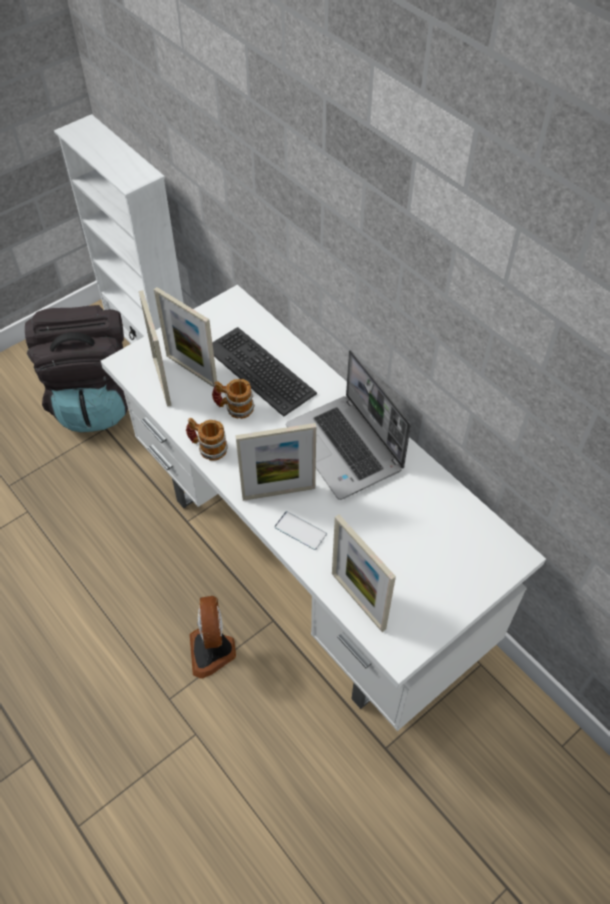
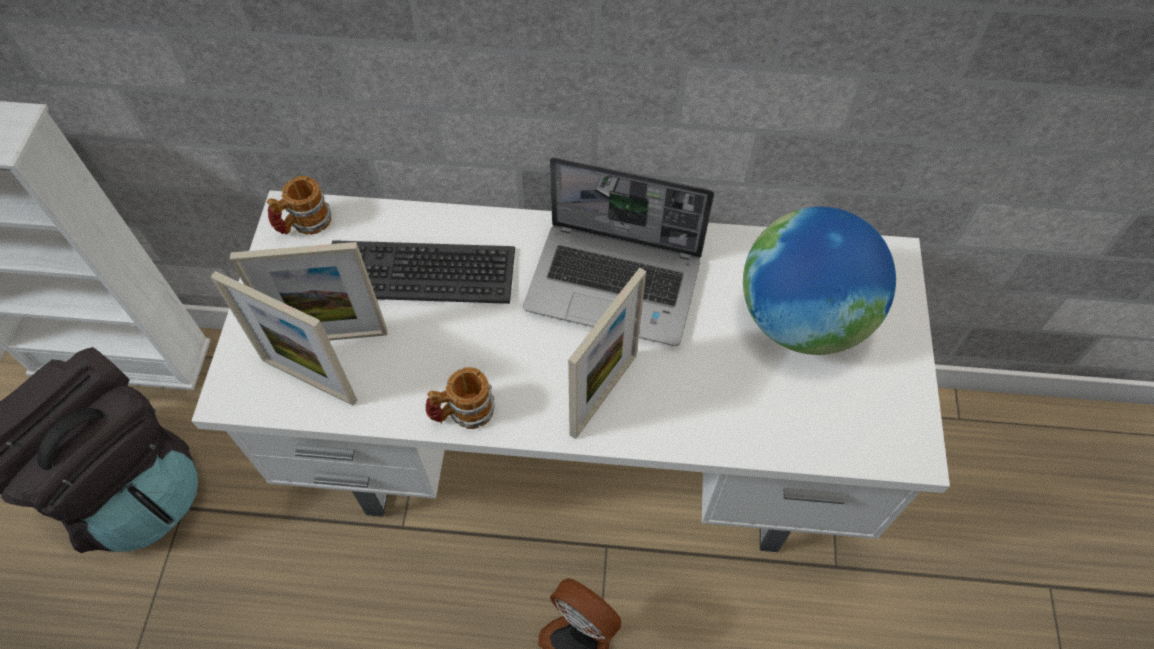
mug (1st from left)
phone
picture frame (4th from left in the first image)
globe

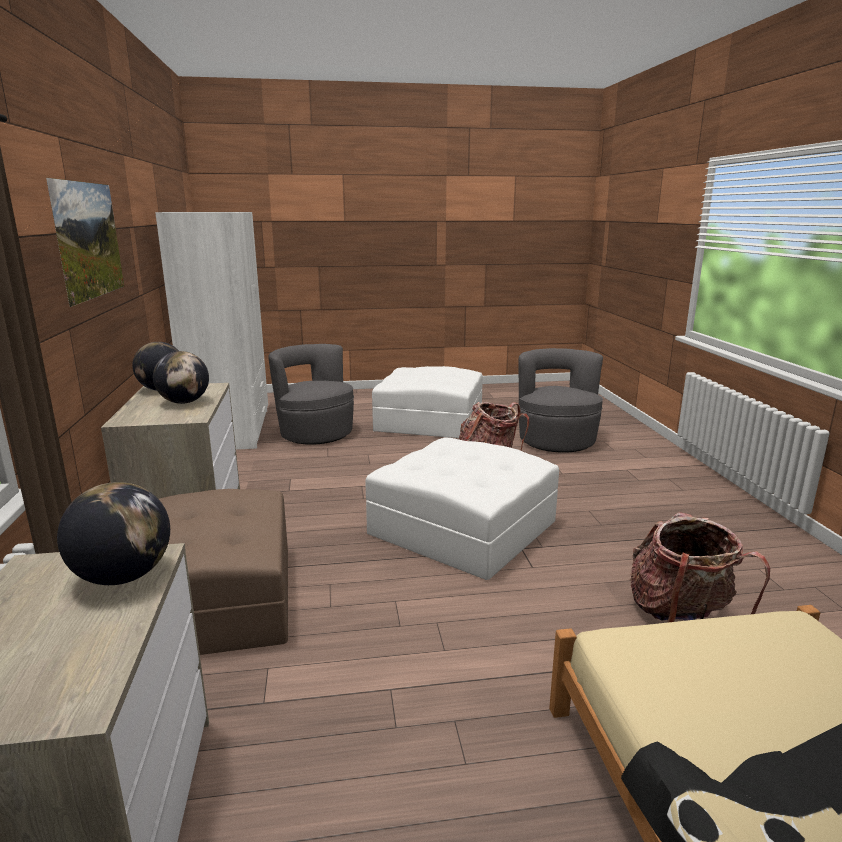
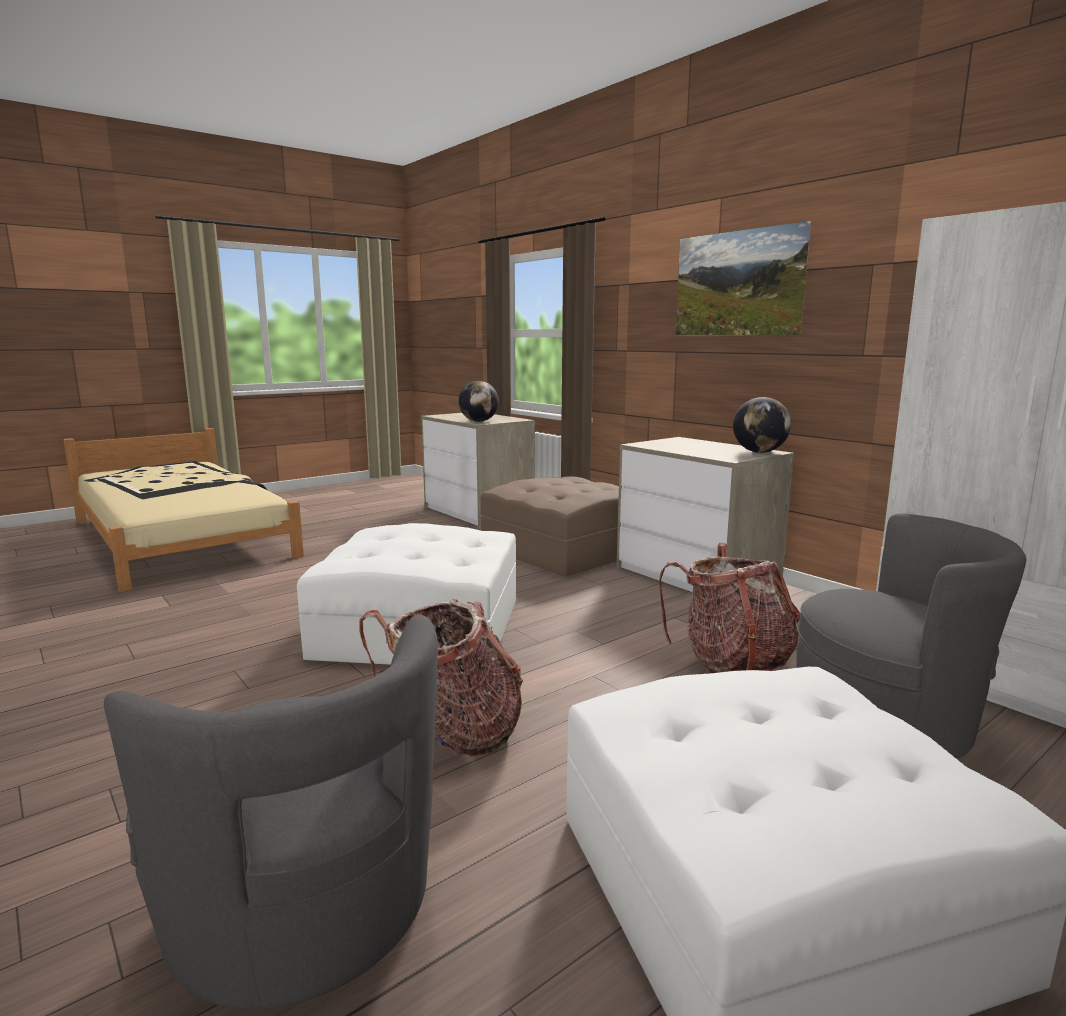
globe (3rd from left in the first image)
backpack (2nd from left)

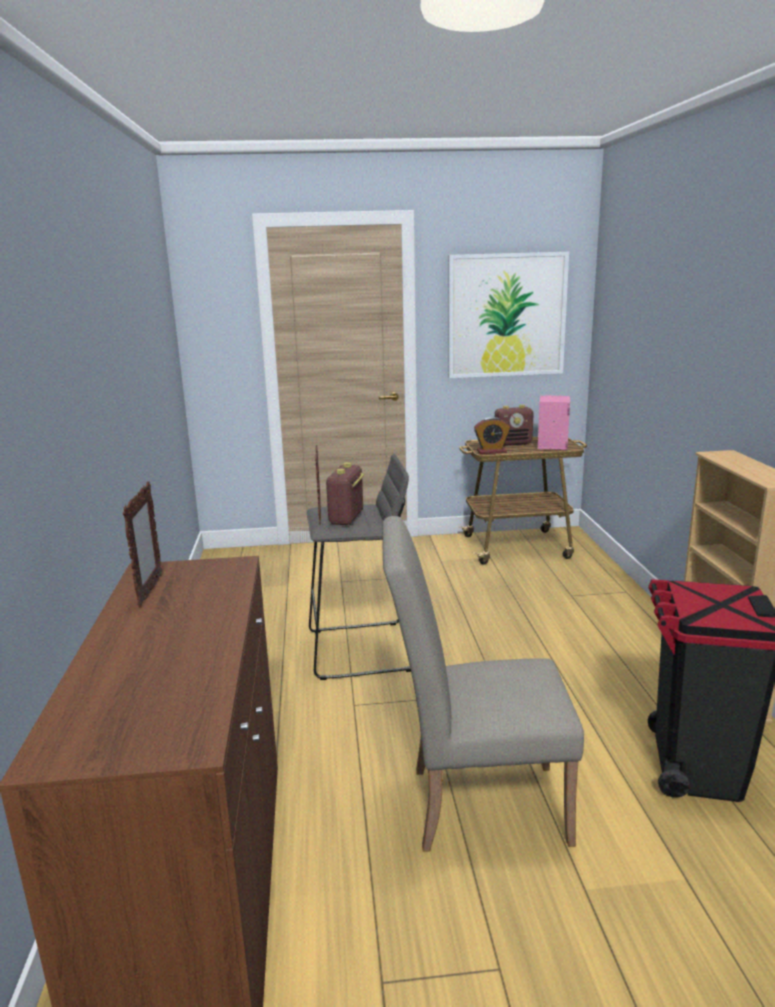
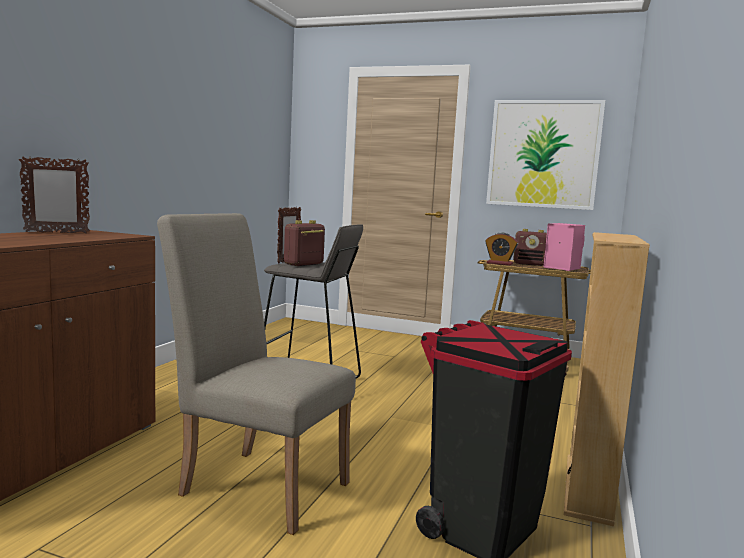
picture frame (1st from left)

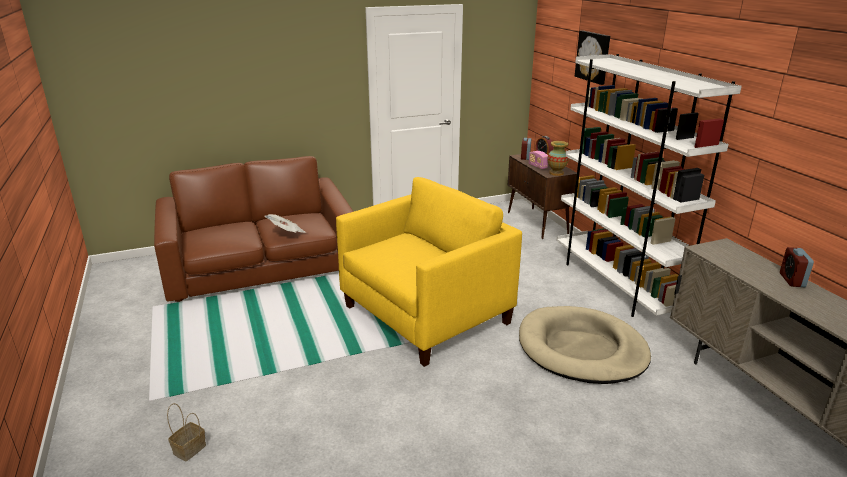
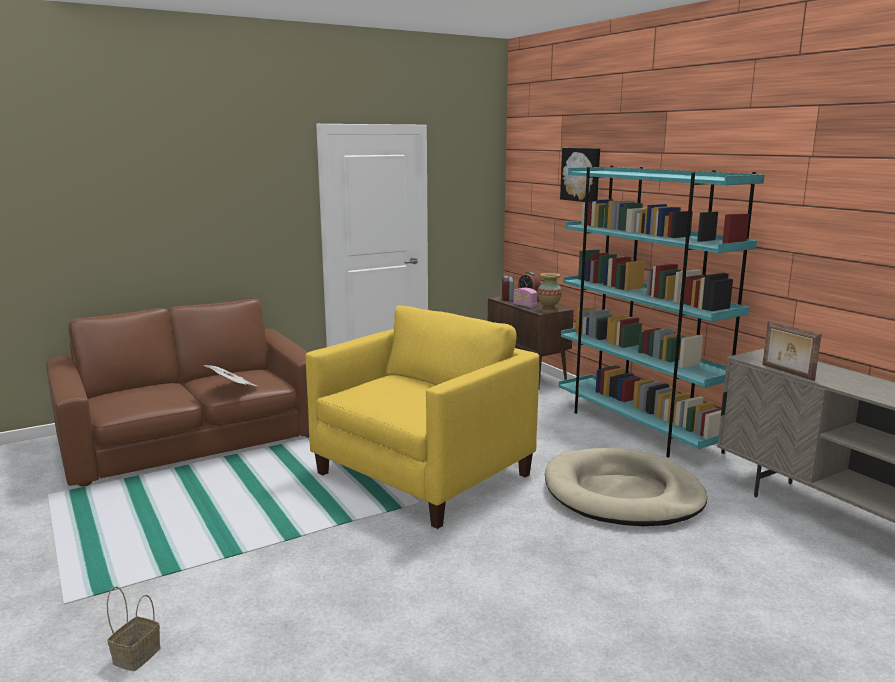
turquoise bookcase
alarm clock (3rd from left in the first image)
picture frame

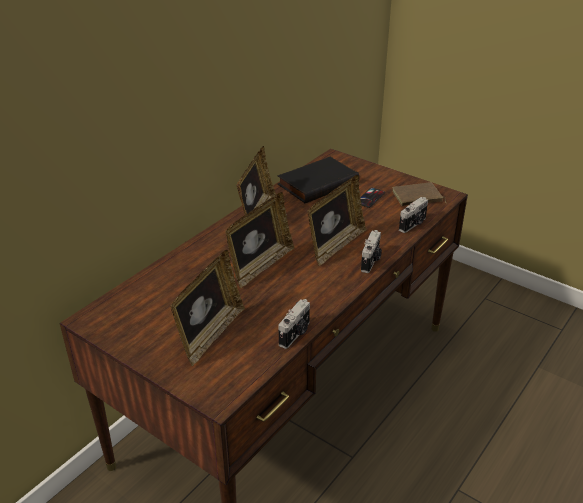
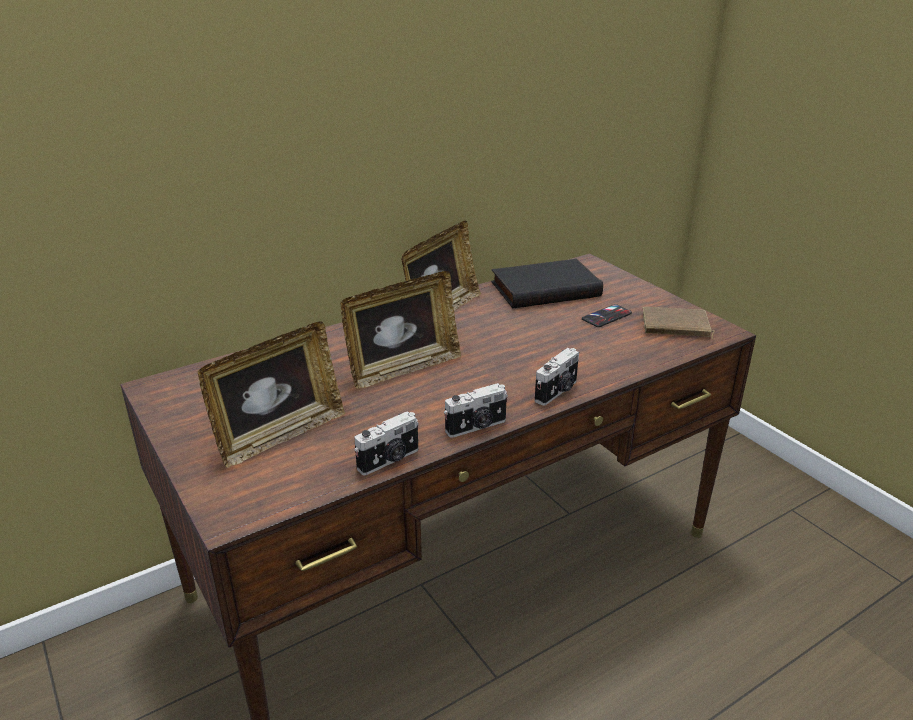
picture frame (4th from left in the first image)
photo camera (2nd from left)

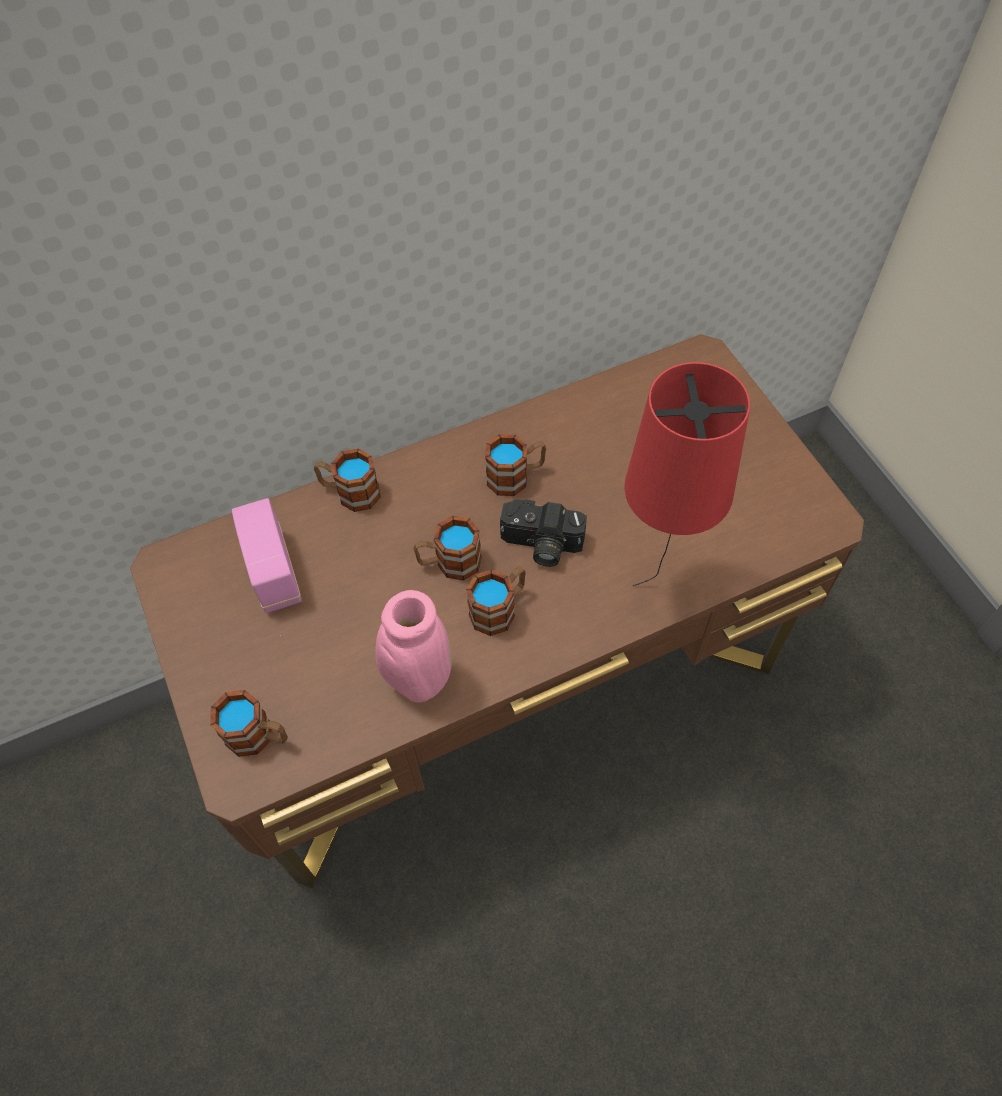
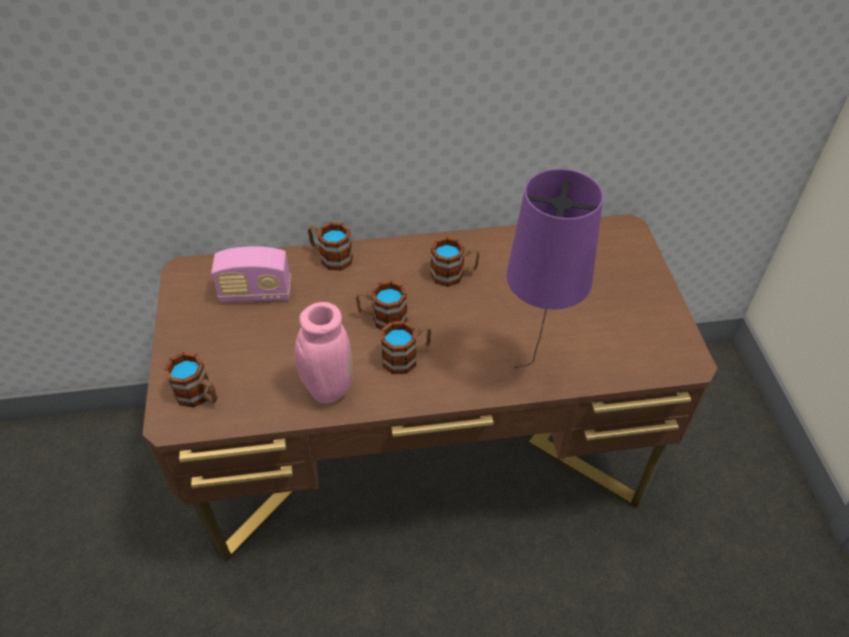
radio
photo camera
purple table lamp

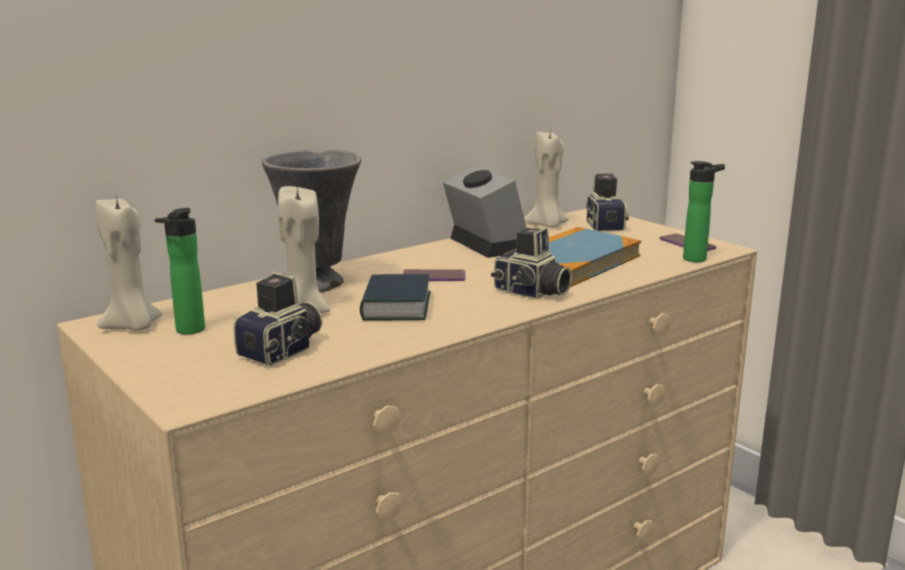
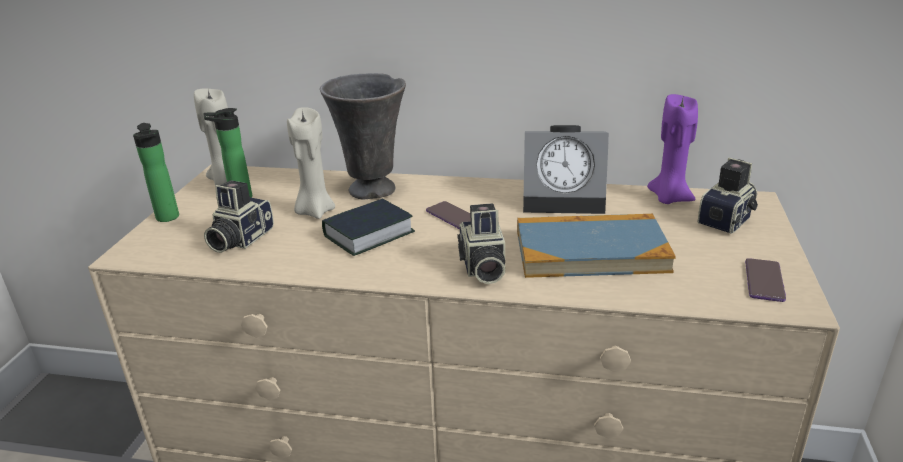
photo camera (1st from left)
alarm clock
purple candle
bottle (1st from left)

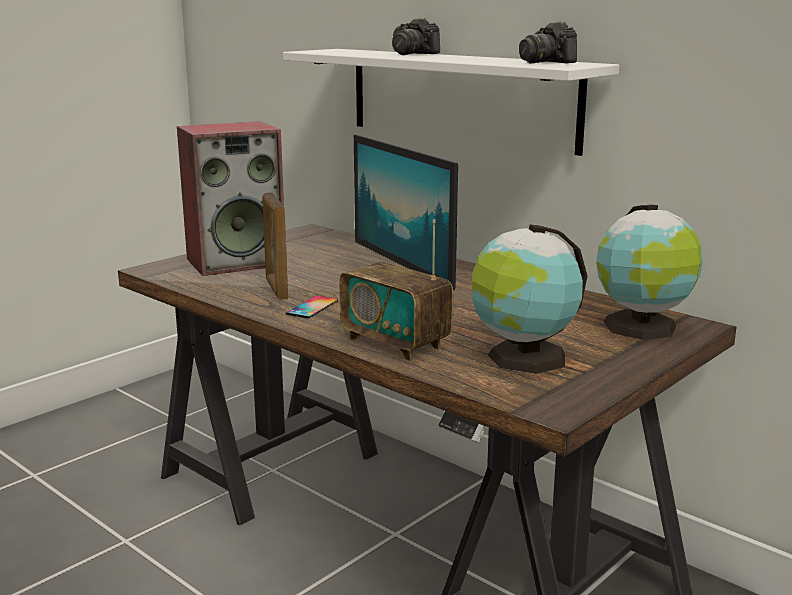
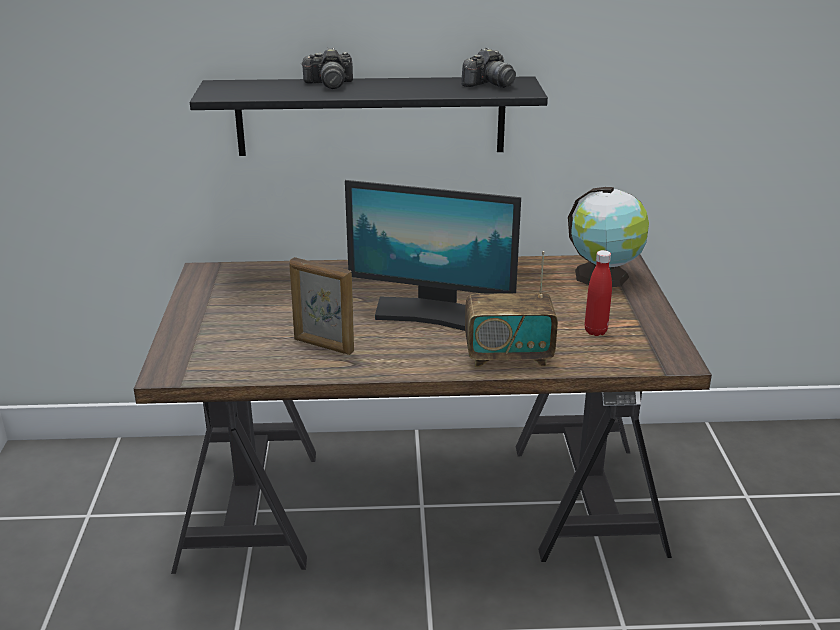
speaker
black shelf
phone
red bottle
photo camera (2nd from left)

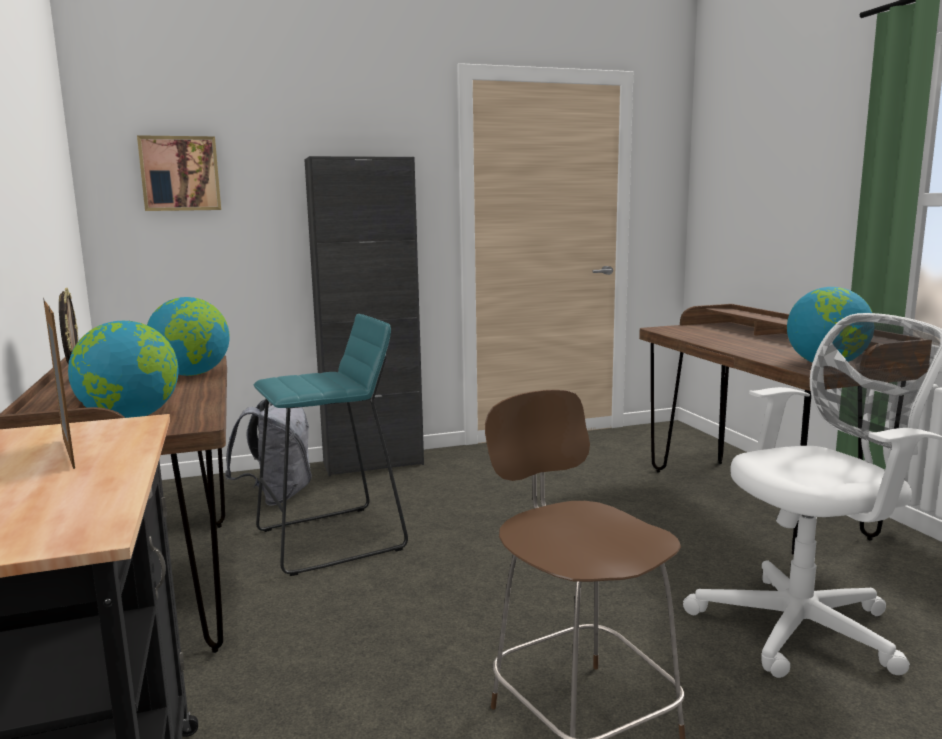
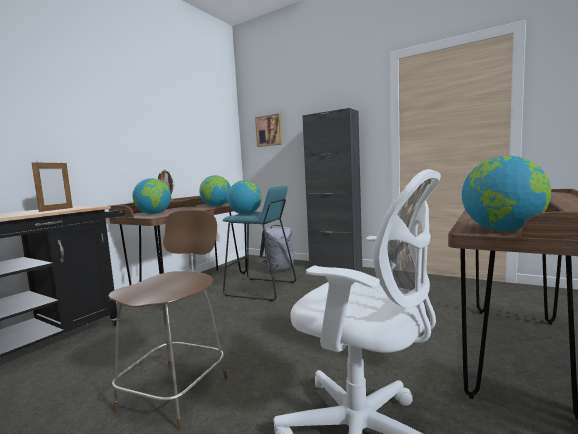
globe (3rd from left)

